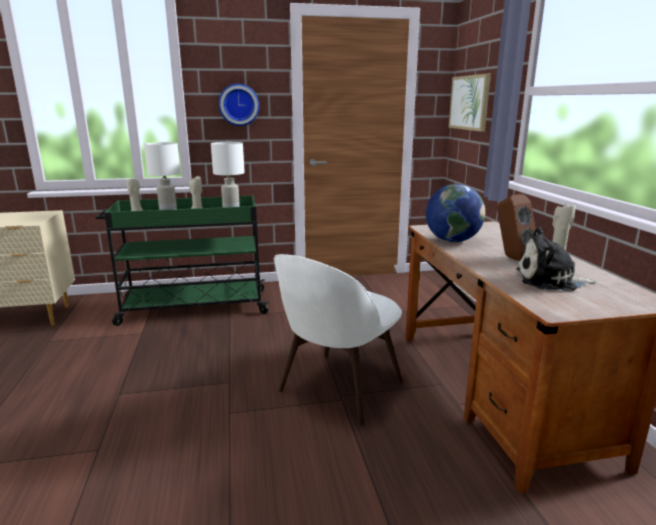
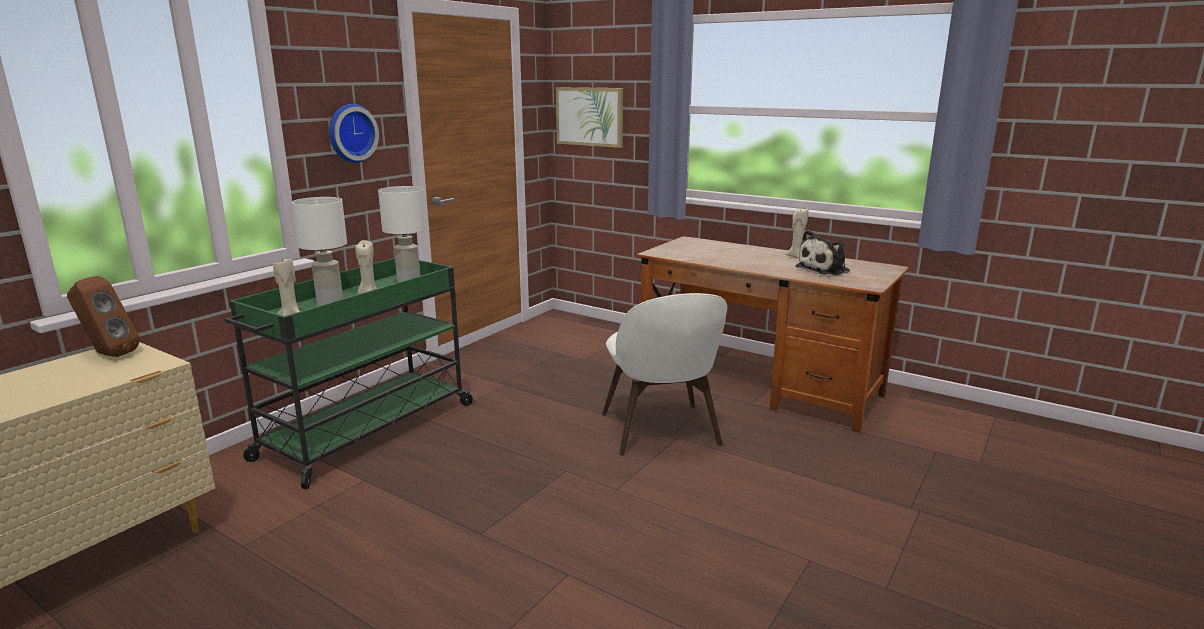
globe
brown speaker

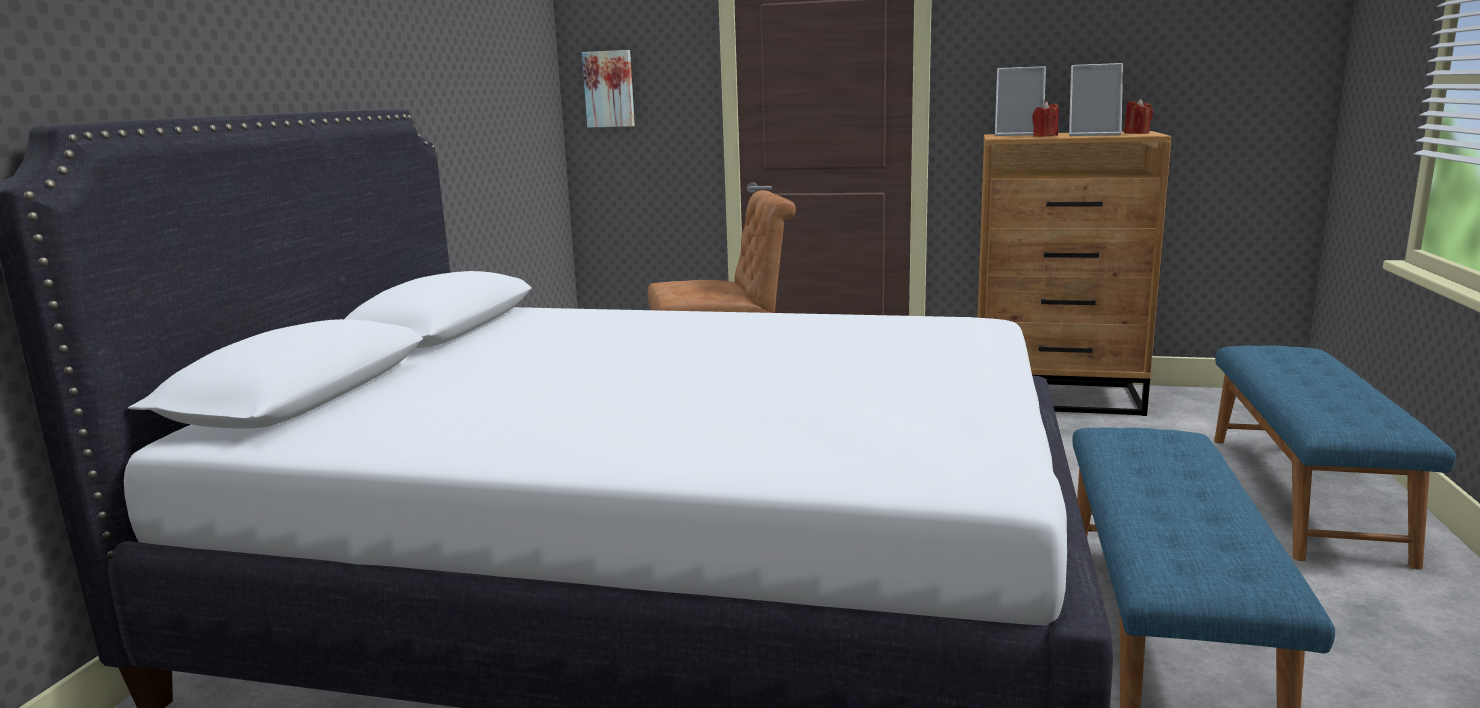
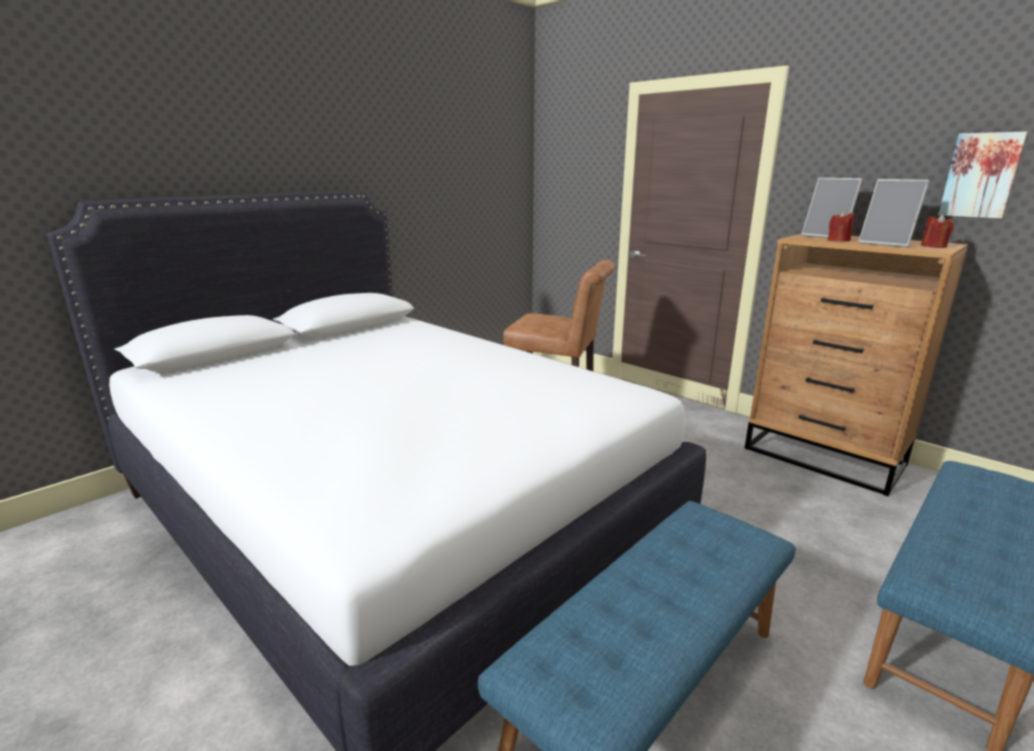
picture

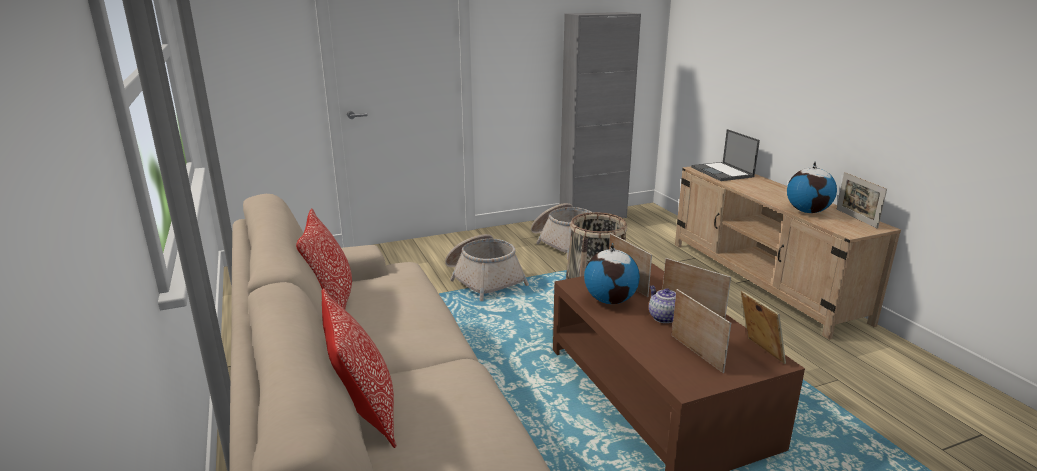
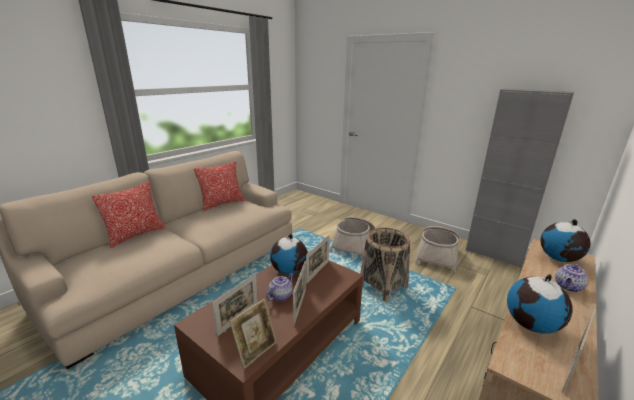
globe (3rd from left)
teapot (2nd from left)

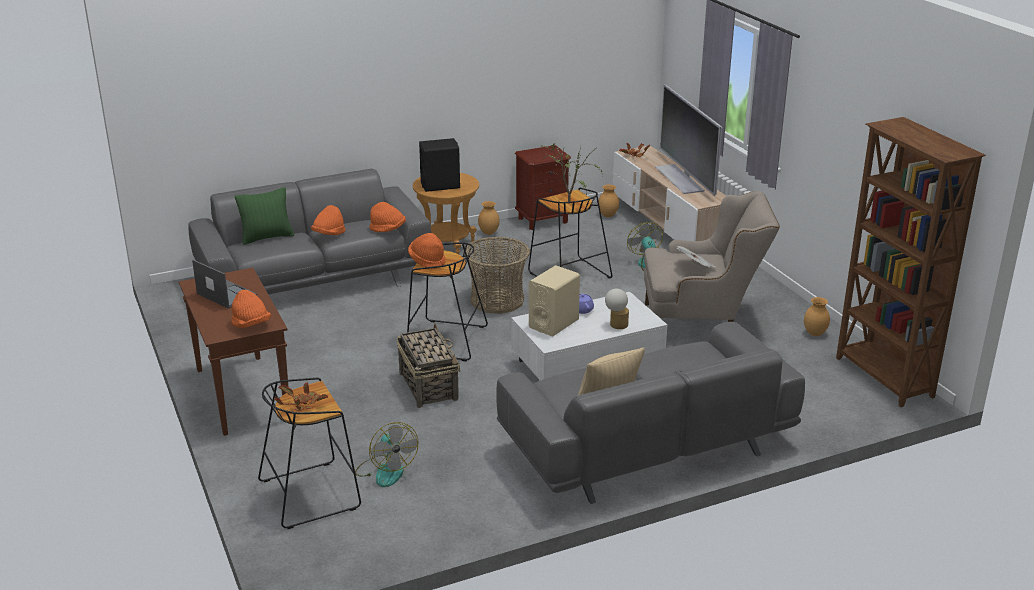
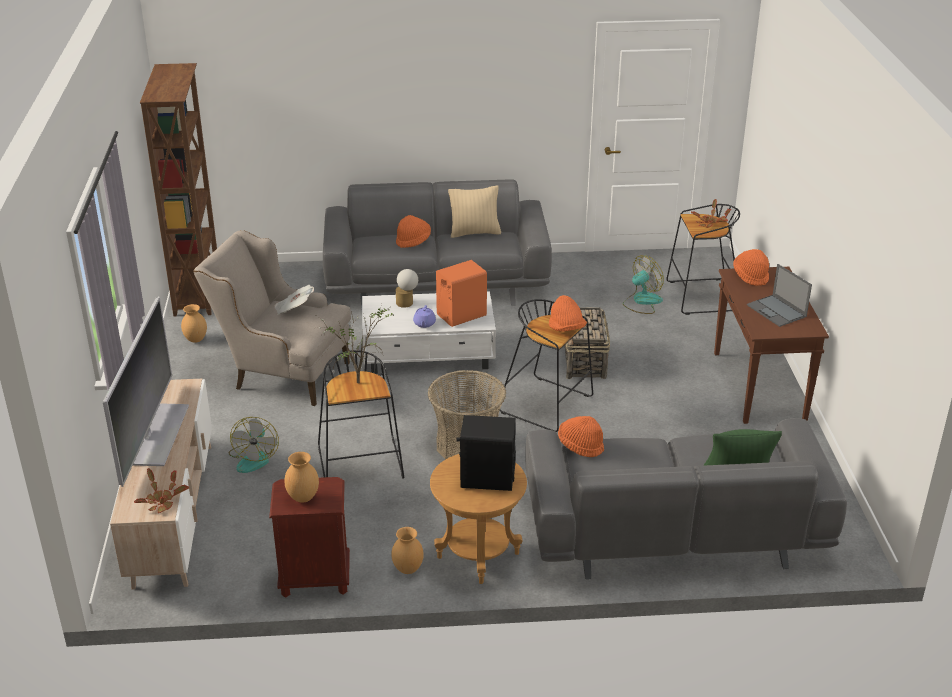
orange hat (1st from left)
fan (2nd from left)
orange speaker
brown vase (2nd from left)

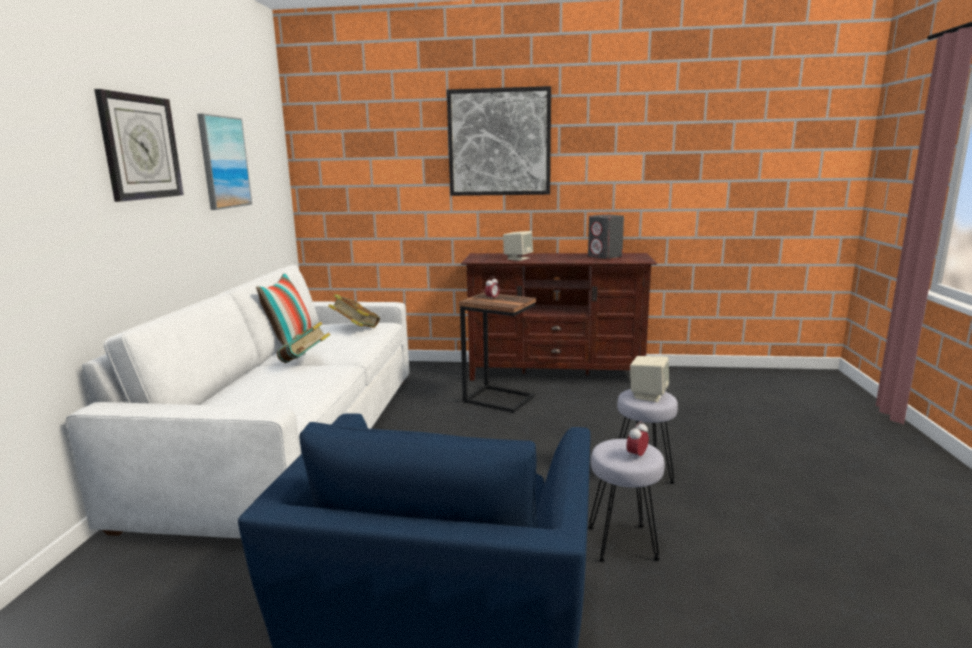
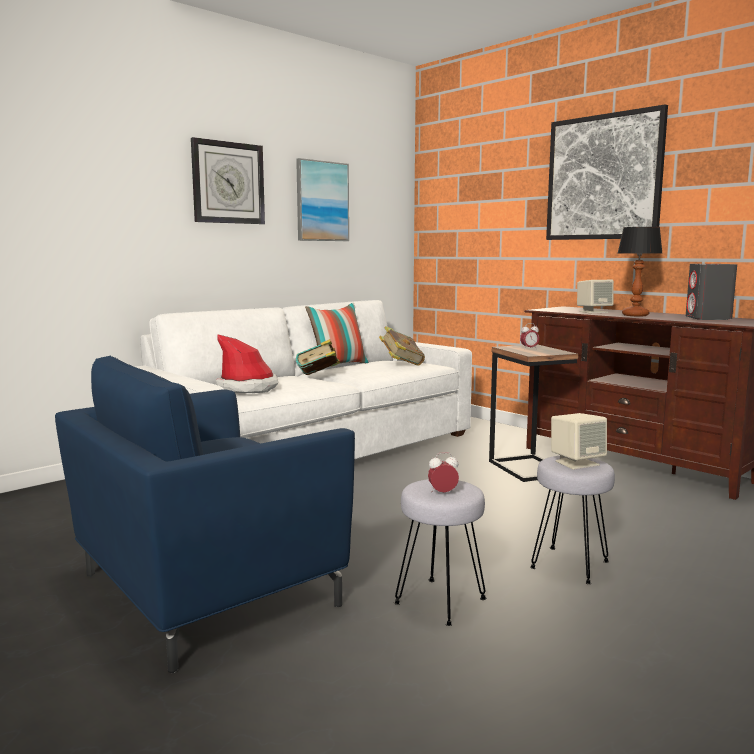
hat
table lamp

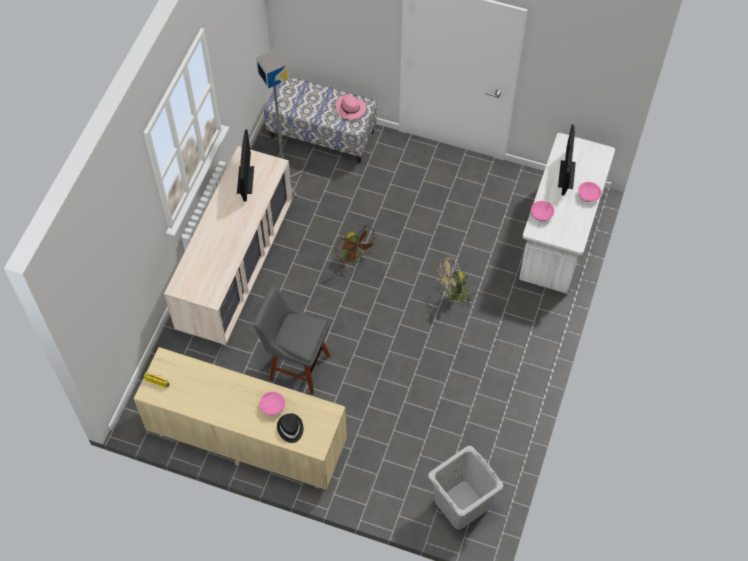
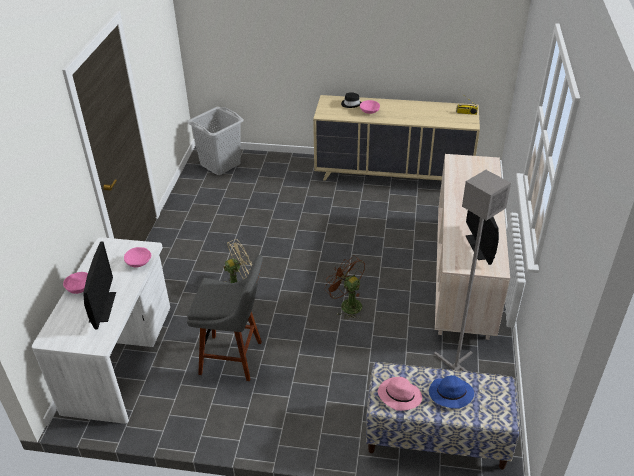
grey stool
blue hat

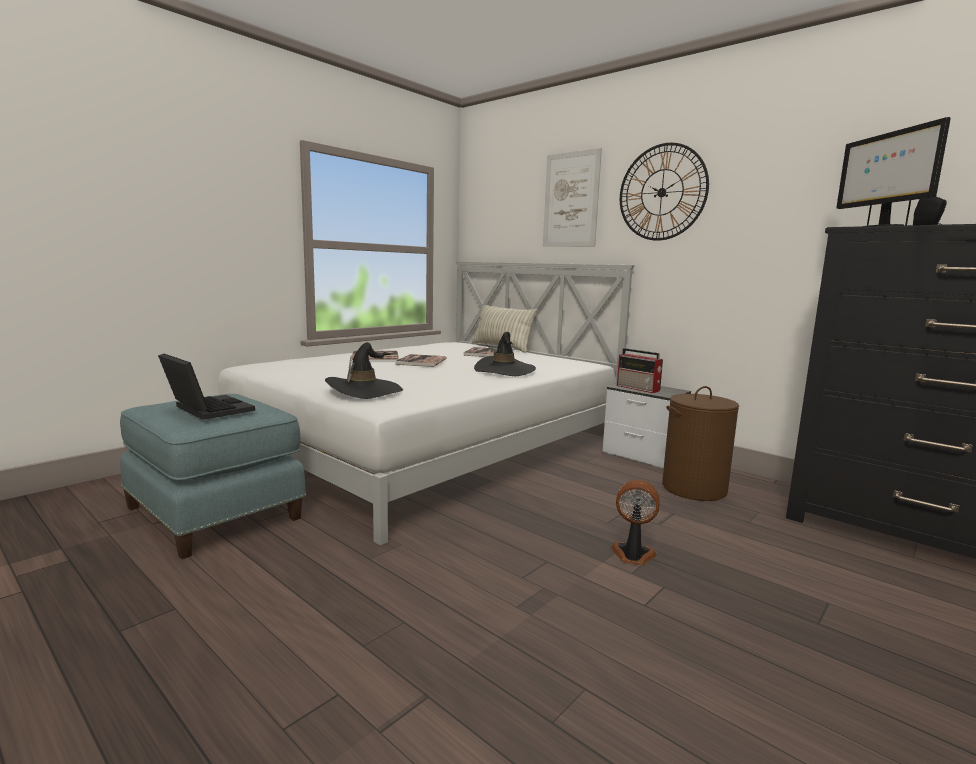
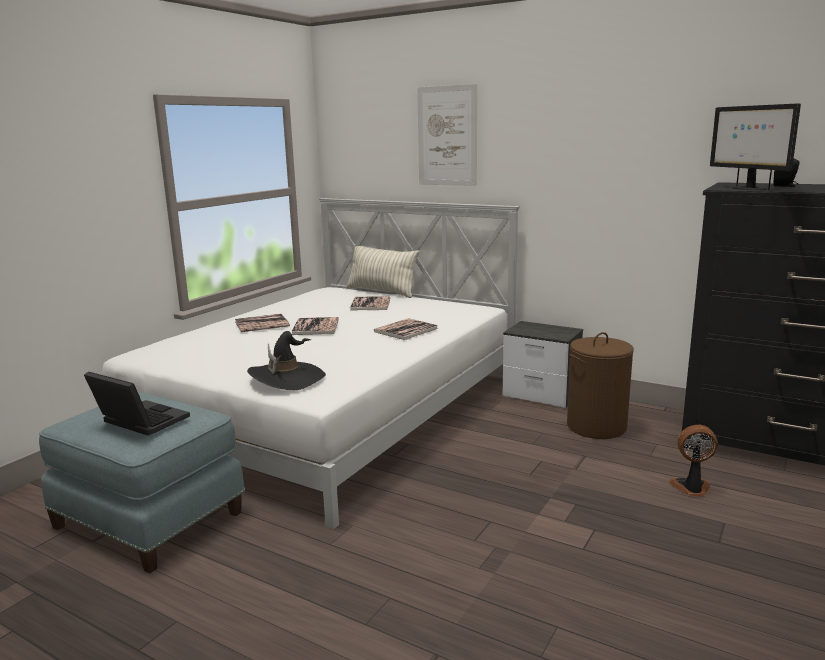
book (4th from left)
fan
radio
wall clock

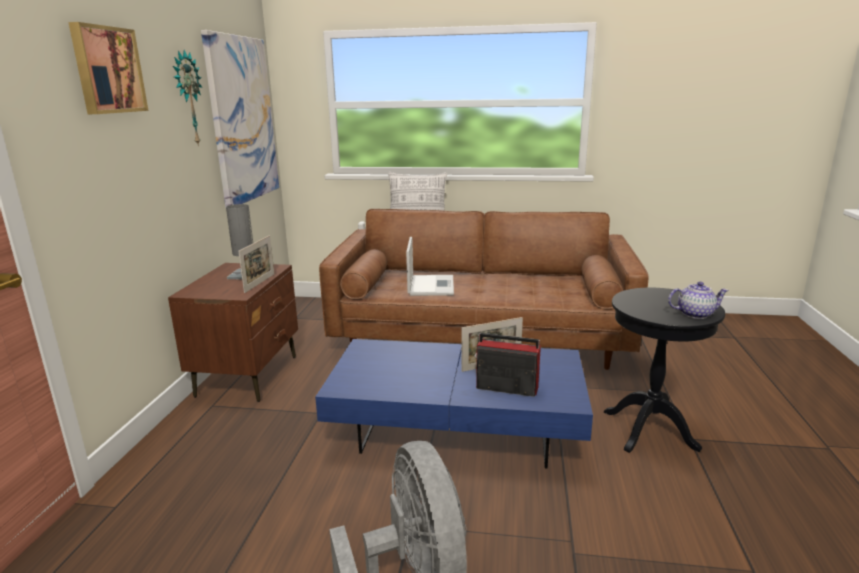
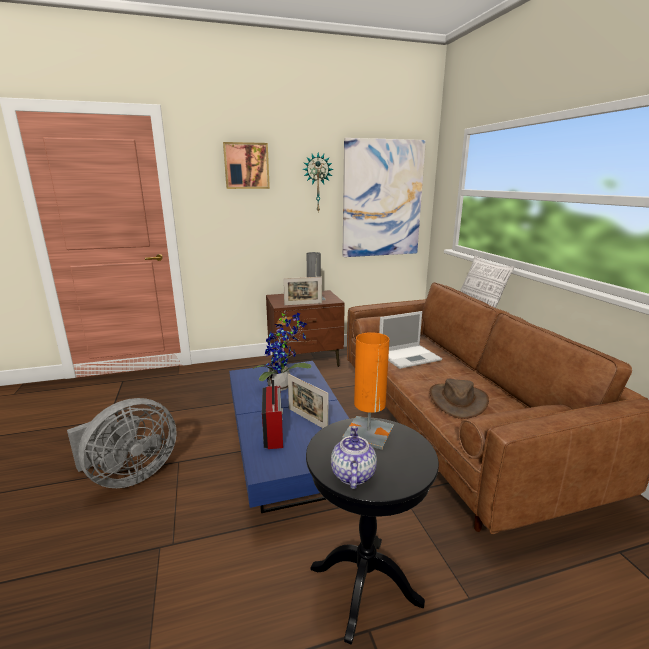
teapot
potted plant
orange table lamp
brown hat

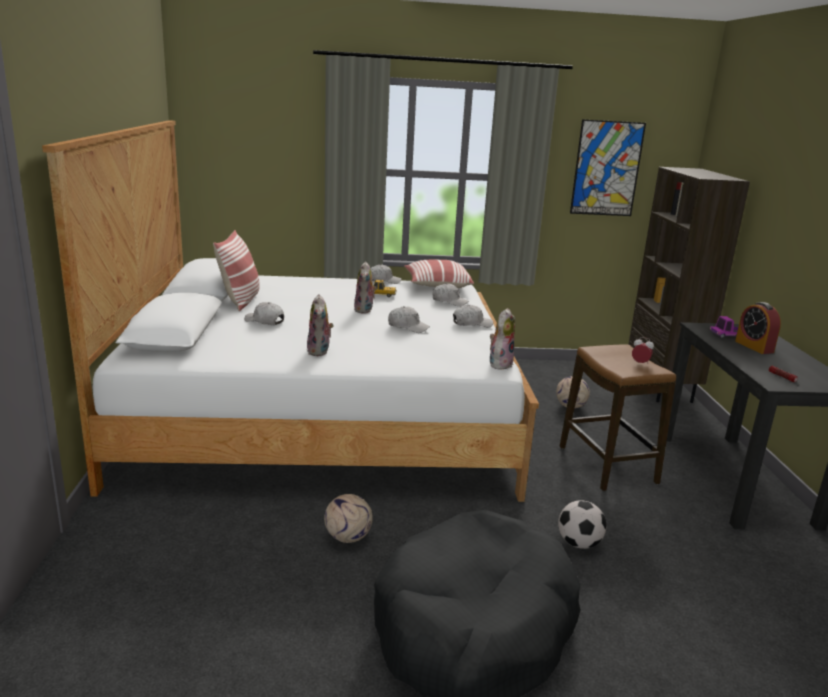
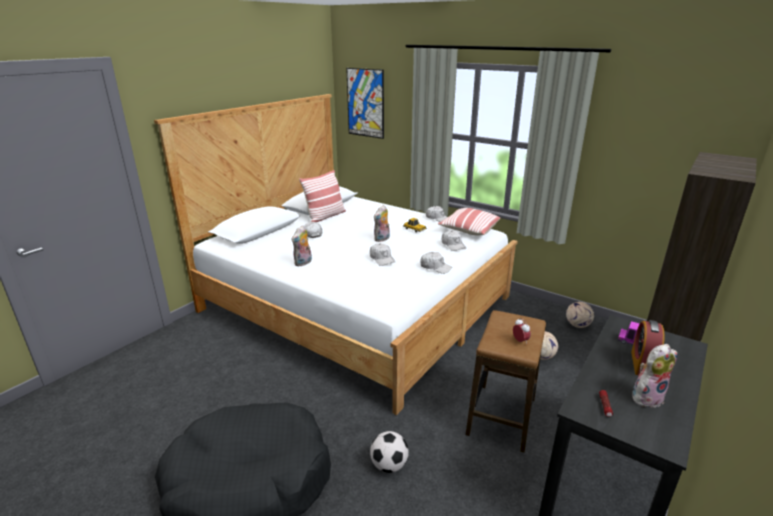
football (3rd from left)
plush toy (3rd from left)
picture

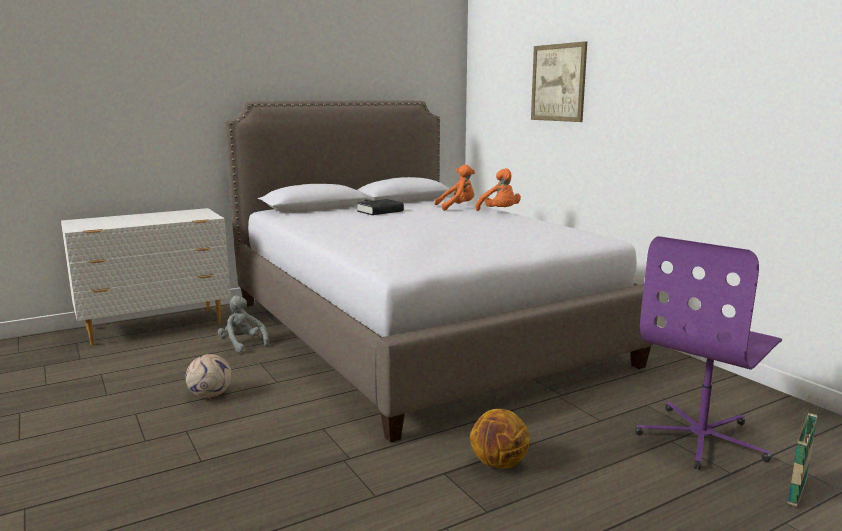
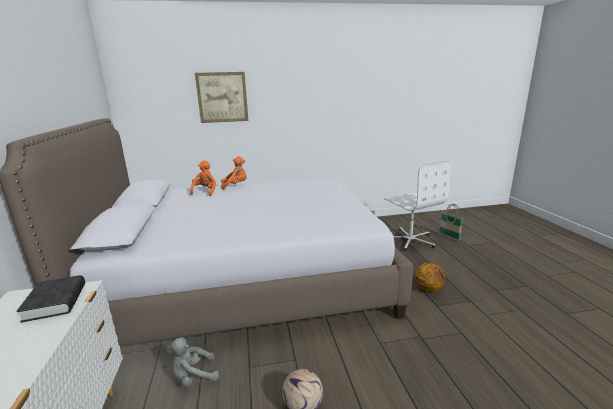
black book
white office chair

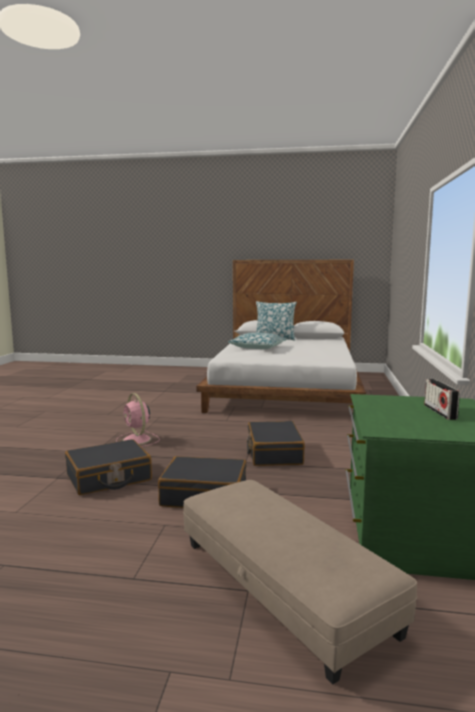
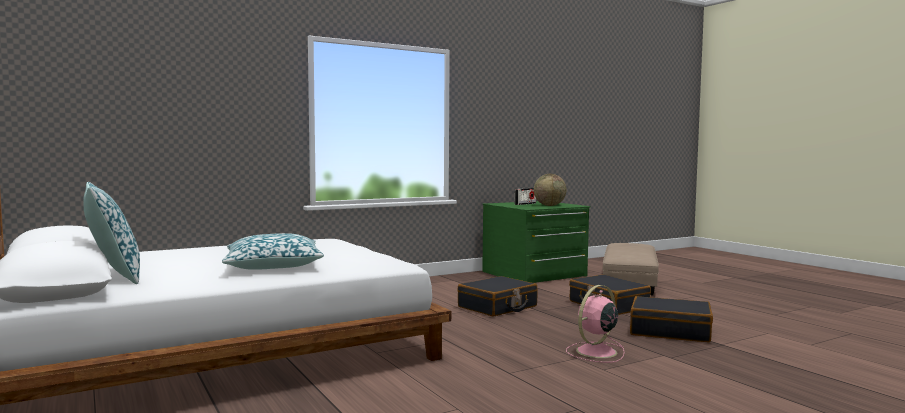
pink fan
globe

